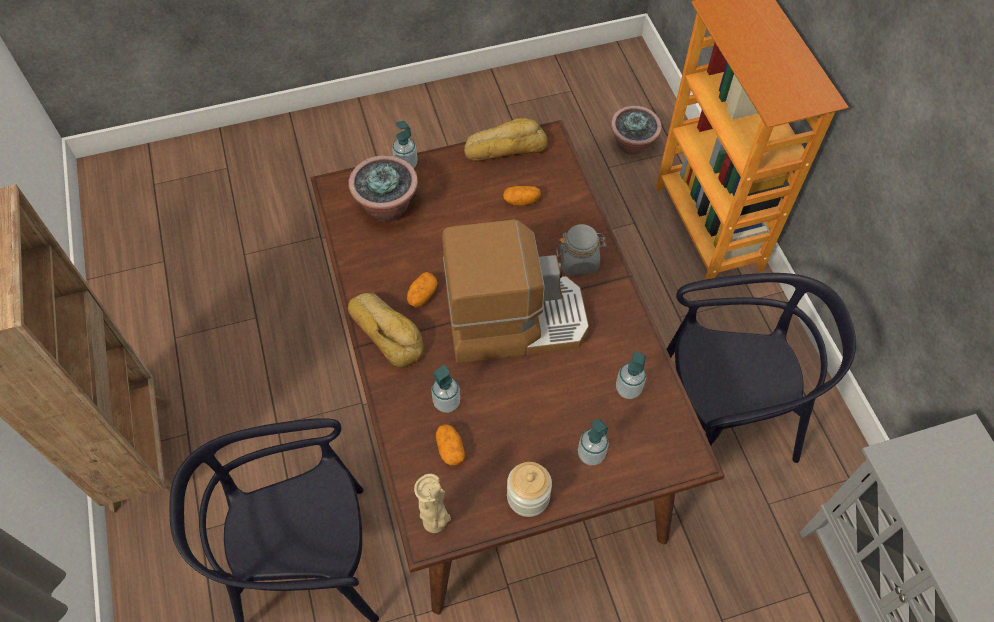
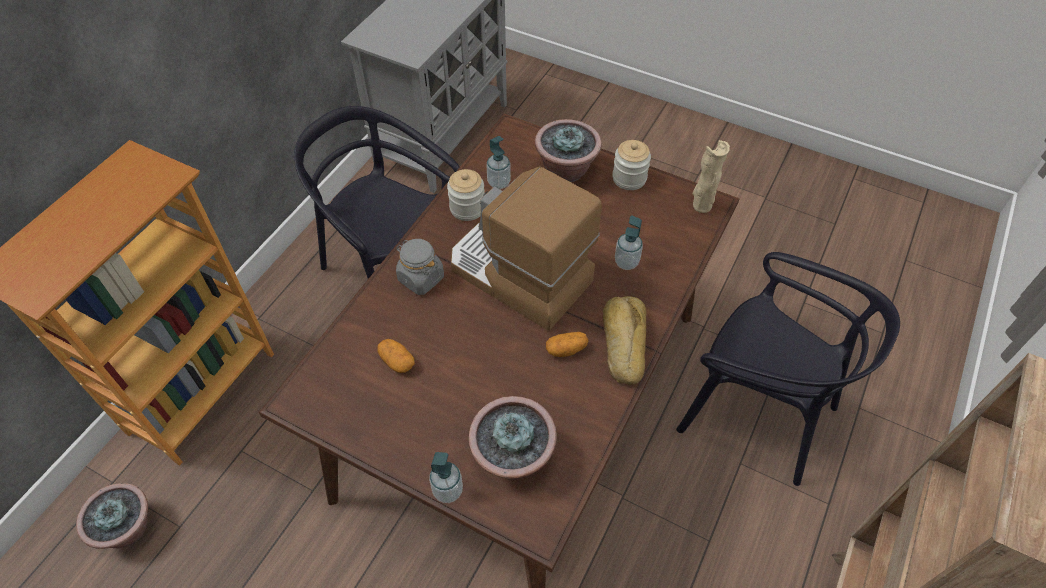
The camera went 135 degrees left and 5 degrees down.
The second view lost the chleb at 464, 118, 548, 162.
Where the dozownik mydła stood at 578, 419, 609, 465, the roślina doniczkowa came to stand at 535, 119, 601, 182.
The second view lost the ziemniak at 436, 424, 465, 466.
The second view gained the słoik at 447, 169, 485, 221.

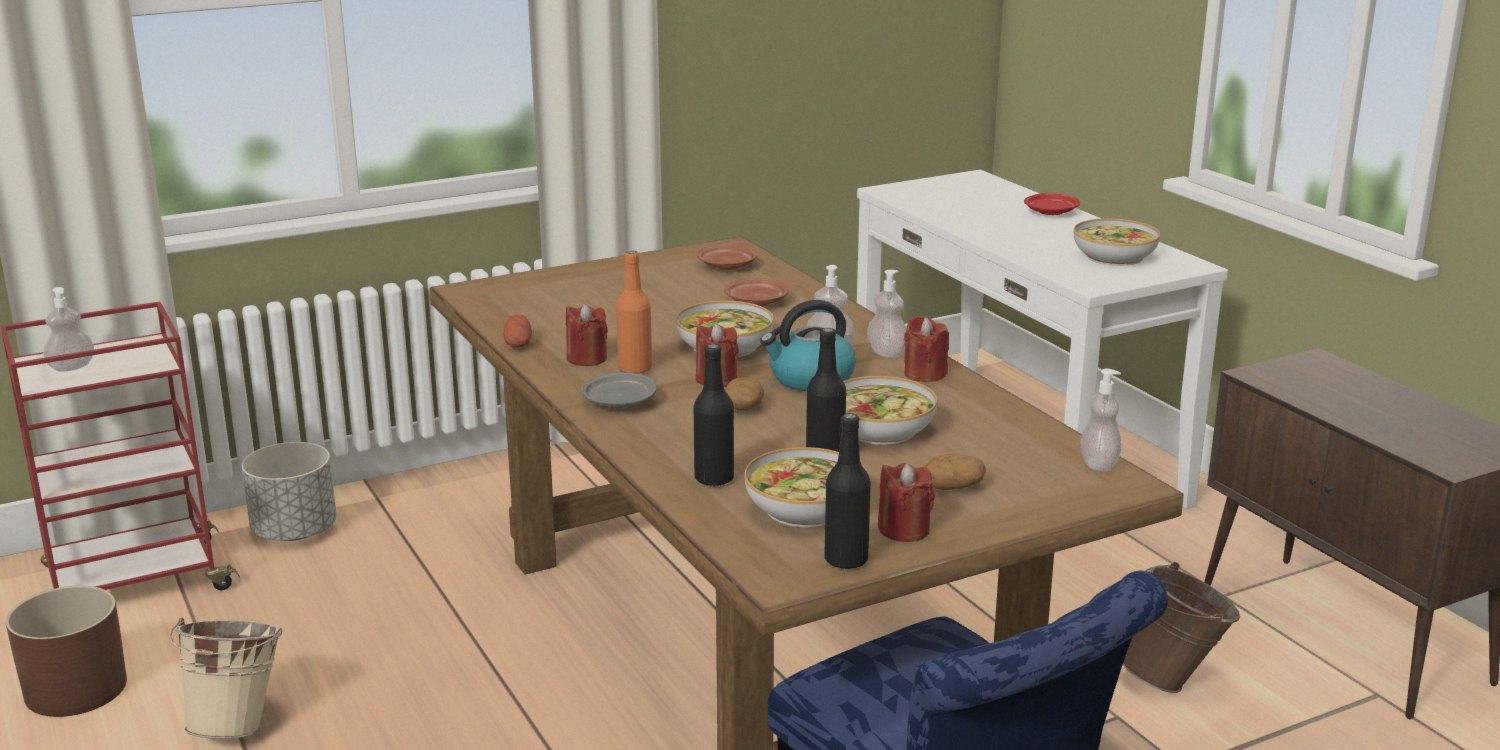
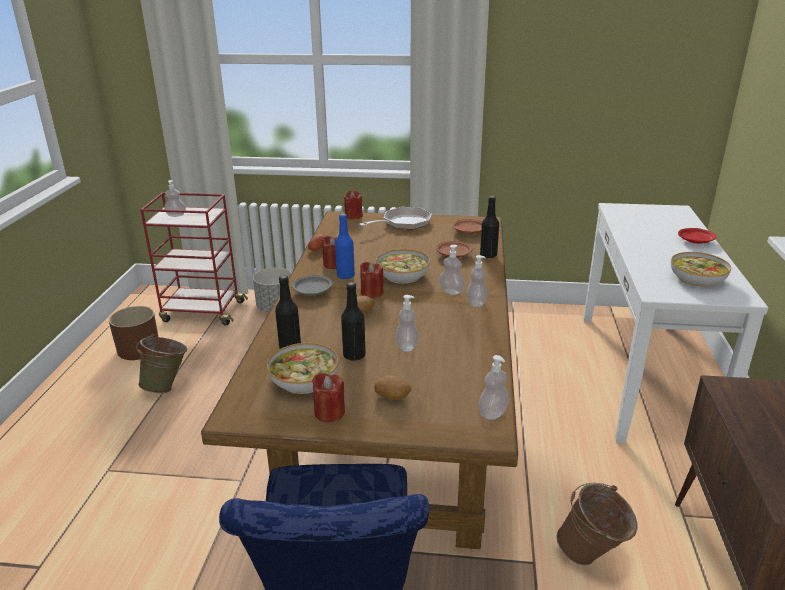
The camera went 35 degrees right and 5 degrees up.
What was the butelka (pomarańczowy) at 616, 251, 652, 374 turned into the butelka (niebieski) at 335, 214, 355, 279.
The second view lost the czajnik at 760, 300, 856, 391.
The świeca (czerwony) ended up elsewhere, having gone from 904, 316, 949, 382 to 344, 190, 363, 219.
Where the miska stood at 843, 376, 937, 445, the dozownik mydła came to stand at 396, 295, 418, 352.
The butelka (czarny) ended up elsewhere, having gone from 824, 413, 871, 569 to 480, 196, 499, 258.
What was the wiadro (beżowy) at 169, 618, 283, 739 turned into the wiadro (zielony) at 136, 334, 187, 393.
The second view gained the patelnia at 359, 207, 432, 230.

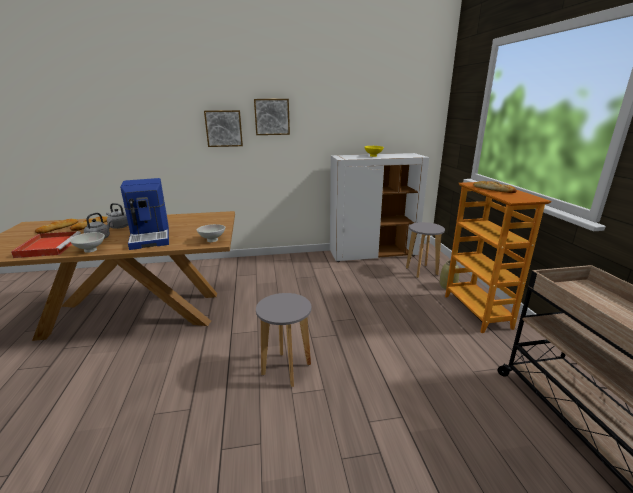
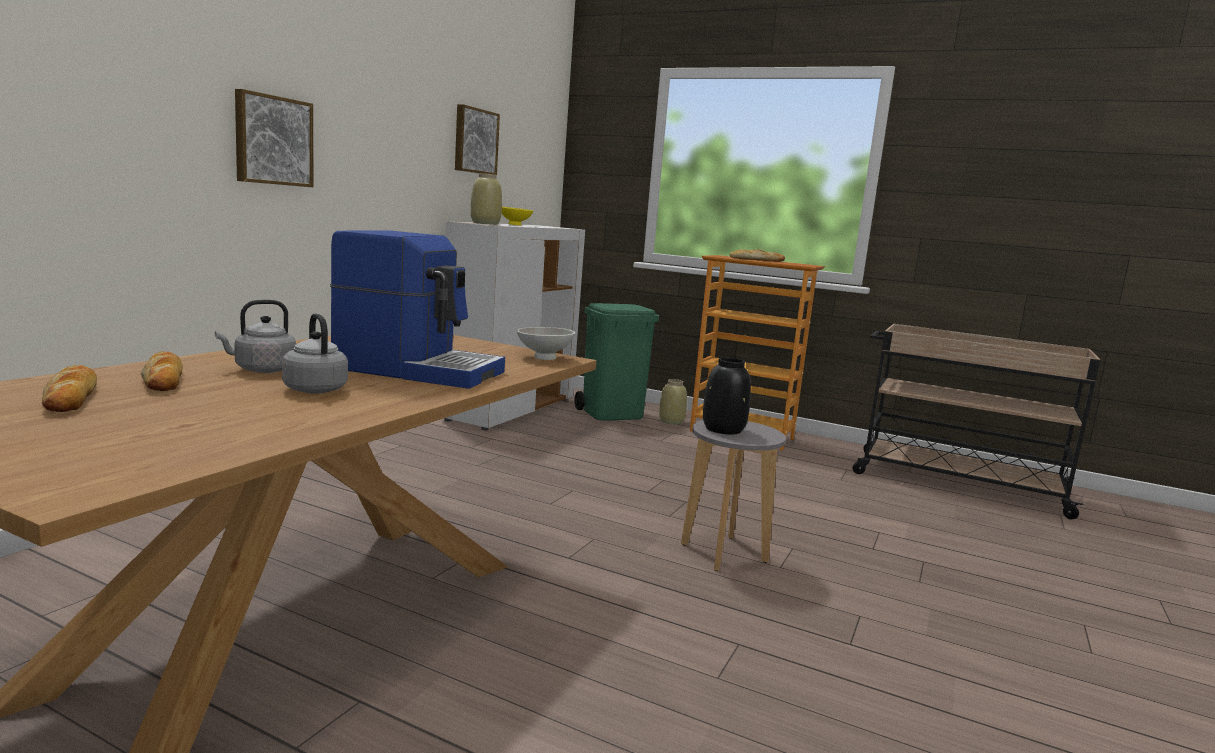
The camera went 55 degrees left and 10 degrees down.
The obraz ended up elsewhere, having gone from 254, 99, 290, 135 to 455, 104, 500, 175.
Where the stołek (szary) stood at 406, 222, 445, 278, the kosz na śmieci (zielony) came to stand at 575, 303, 659, 421.
The second view lost the taca (czerwony) at 11, 231, 81, 258.
The second view lost the miska (biały) at 70, 232, 105, 253.
The second view gained the wazon (beżowy) at 470, 173, 502, 225.
The second view gained the wazon (czarny) at 703, 357, 751, 435.

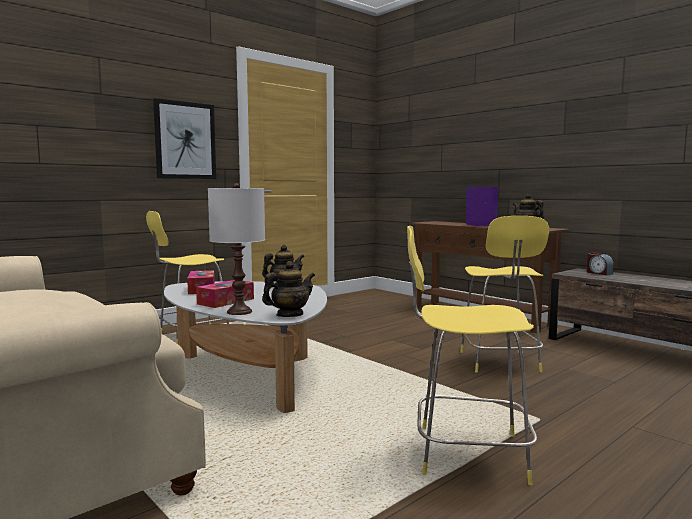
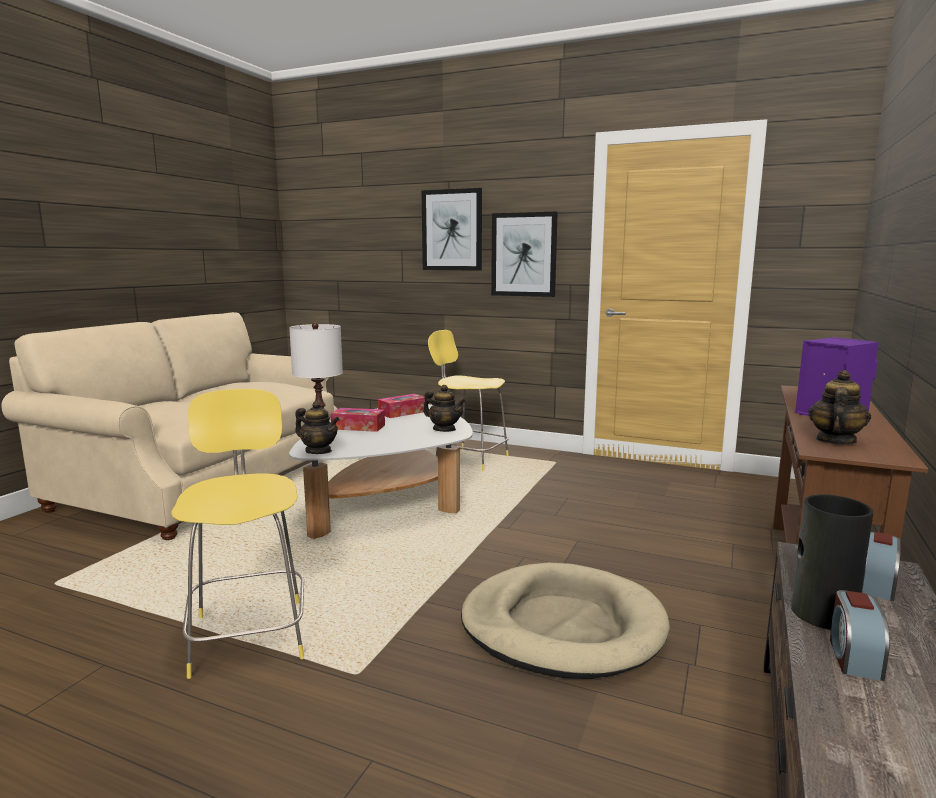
The camera went 65 degrees right and 5 degrees up.
Where the stołek (żółty) stood at 460, 216, 549, 373, the legowisko (beżowy) came to stand at 461, 562, 670, 679.
The second view gained the obraz at 422, 188, 482, 271.
The second view gained the wazon at 791, 494, 873, 630.
The second view gained the budzik at 830, 590, 890, 681.

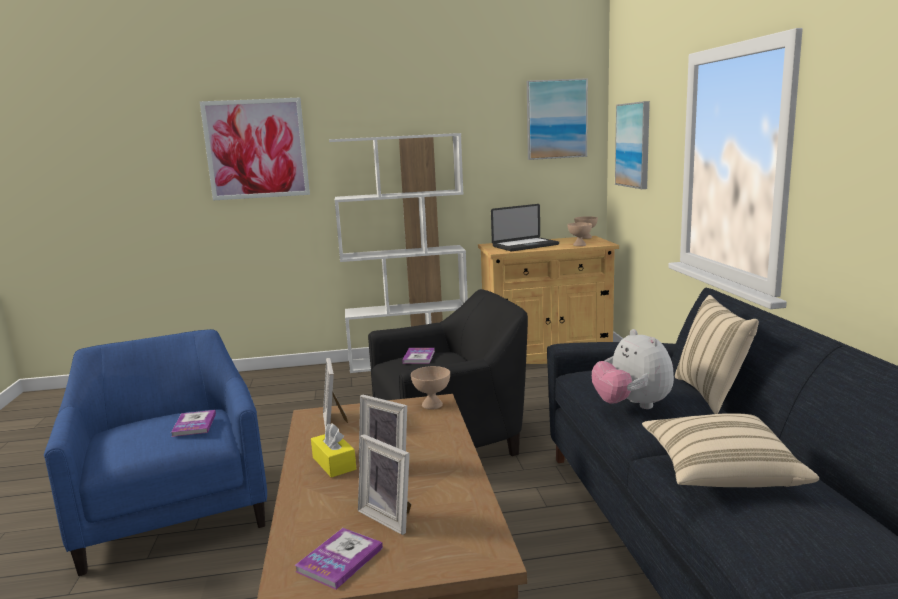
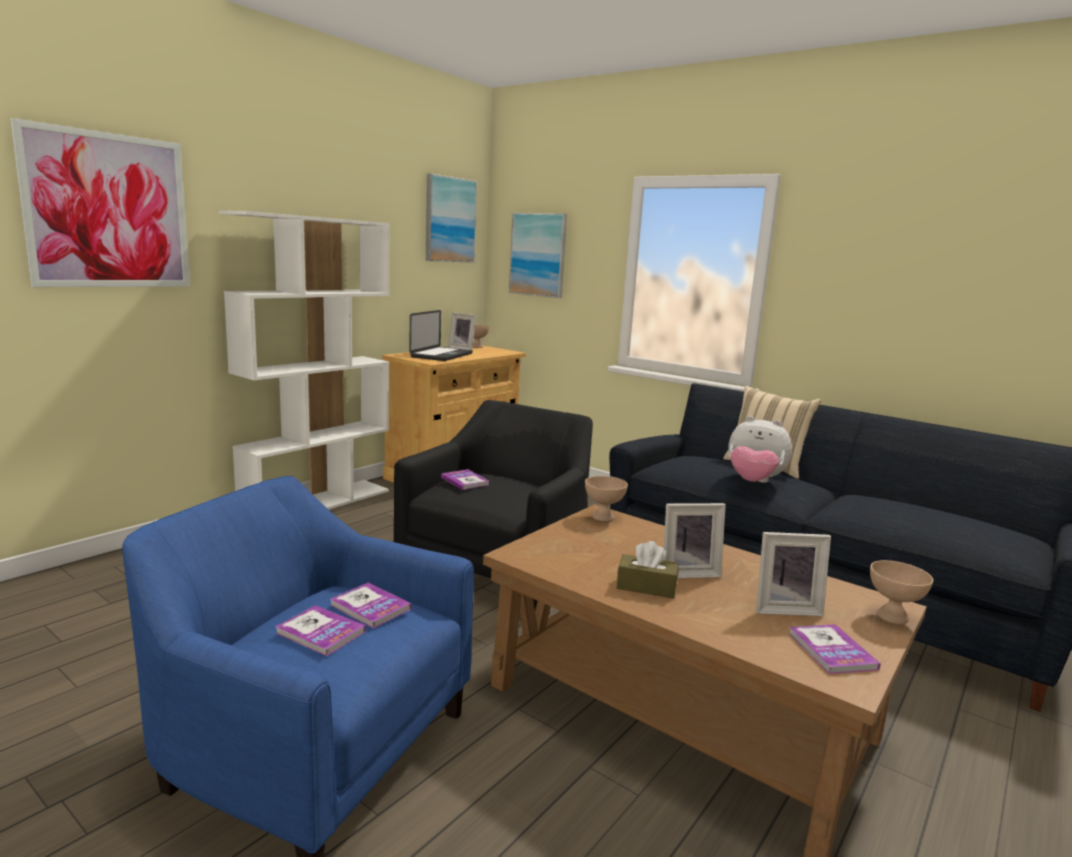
The camera went 45 degrees left and 0 degrees up.
The miska (beżowy) ended up elsewhere, having gone from 567, 222, 592, 246 to 870, 560, 933, 624.
The ramka na zdjęcie ended up elsewhere, having gone from 323, 358, 348, 430 to 448, 312, 476, 350.
The second view lost the poduszka (beżowy) at 642, 413, 819, 487.
What was the pudełko chusteczek (żółty) at 311, 423, 356, 478 turned into the pudełko chusteczek (brązowy) at 617, 541, 679, 598.
The second view gained the książka at 275, 605, 366, 656.

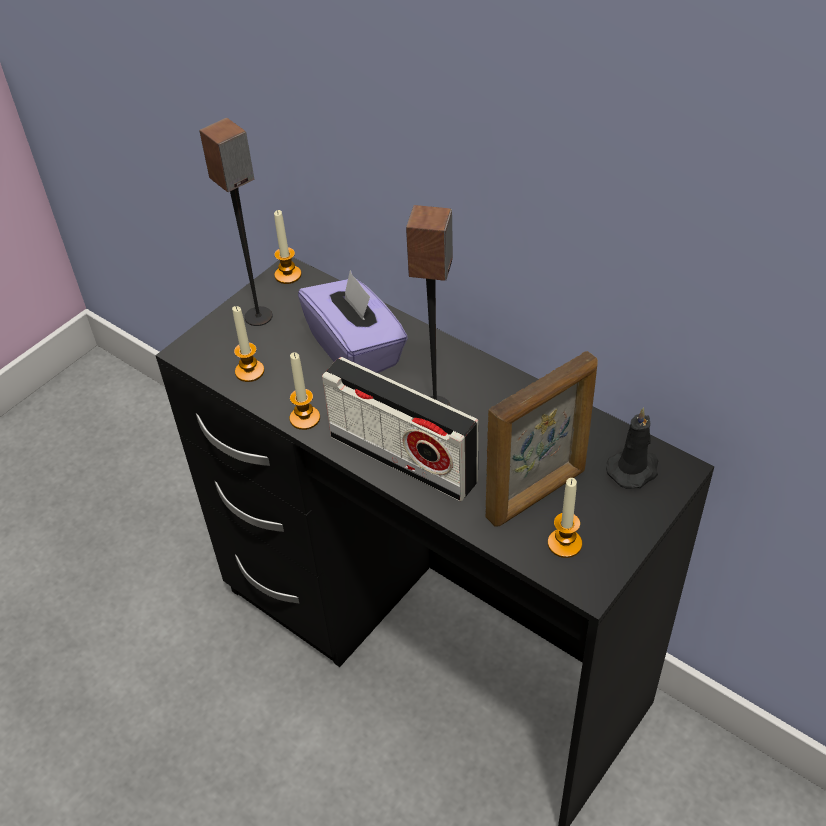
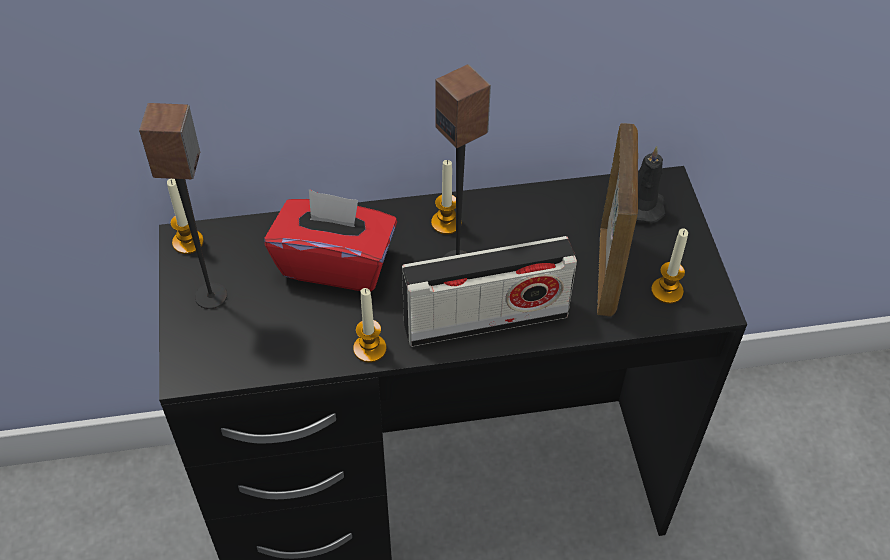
The camera went 50 degrees left and 5 degrees up.
What was the pudełko chusteczek (fioletowy) at 298, 270, 408, 373 turned into the pudełko chusteczek (czerwony) at 264, 189, 397, 292.
The świeca ended up elsewhere, having gone from 232, 306, 264, 382 to 431, 160, 462, 235.

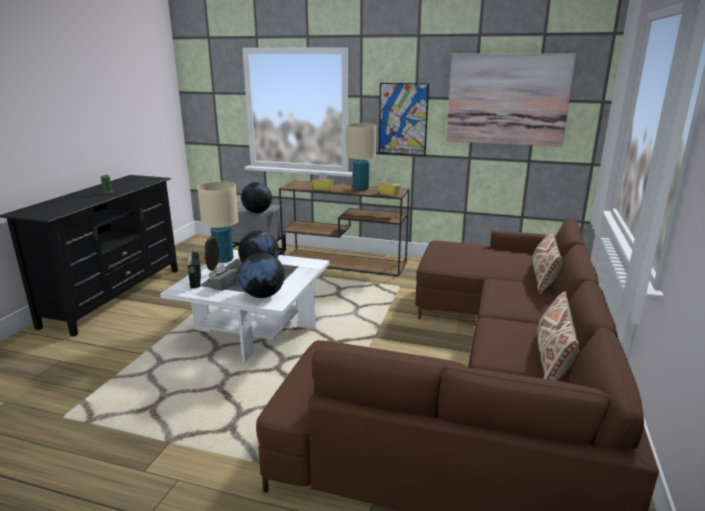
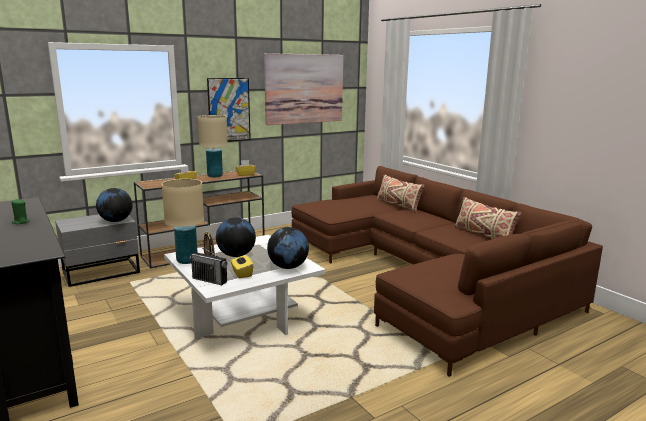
The camera went 50 degrees left and 5 degrees down.
What was the pudełko chusteczek (szary) at 208, 264, 238, 291 turned into the pudełko chusteczek (żółty) at 230, 254, 254, 278.

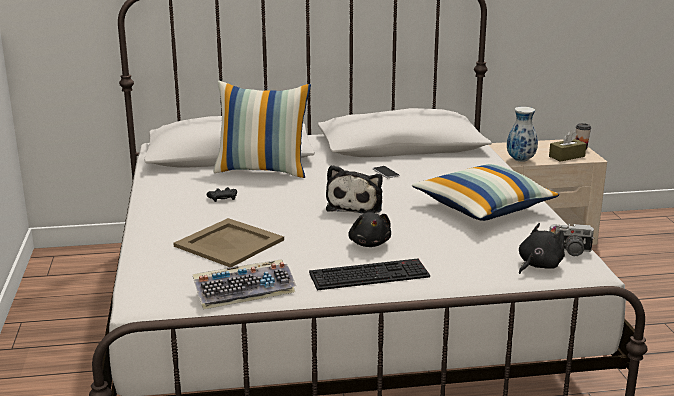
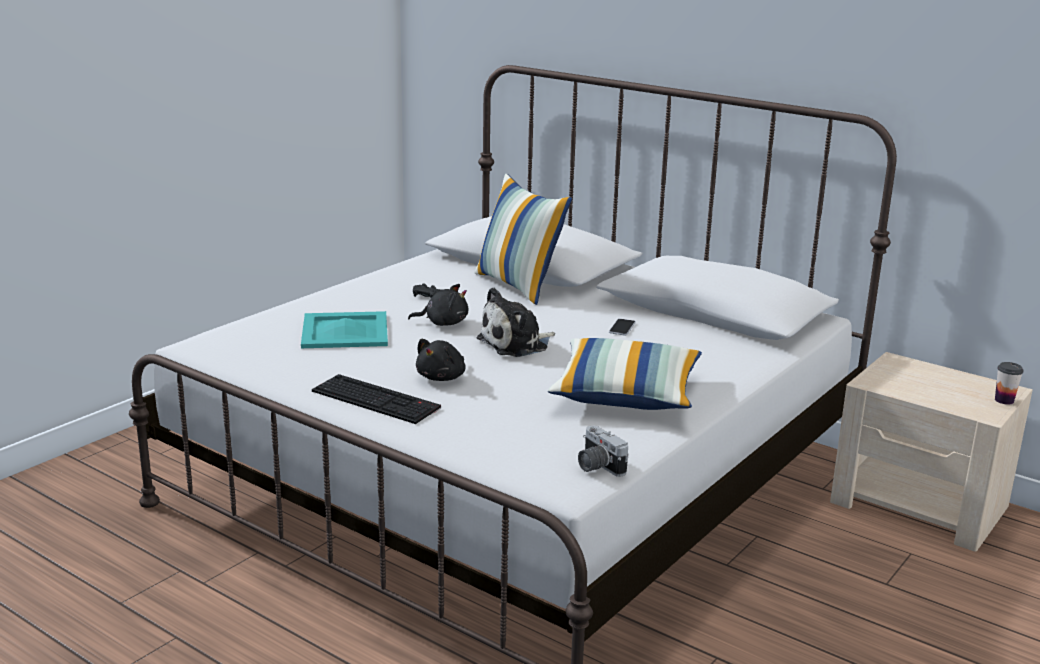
The camera went 45 degrees right and 0 degrees up.
The second view lost the wazon at 507, 107, 538, 162.
The second view lost the pudełko chusteczek (brązowy) at 549, 130, 586, 162.
What was the taca (beżowy) at 174, 218, 284, 267 turned into the taca (turkusowy) at 301, 311, 388, 348.
The pluszak (czarny) ended up elsewhere, having gone from 519, 223, 565, 274 to 408, 284, 468, 326.
The second view lost the klawiatura at 192, 259, 296, 309.

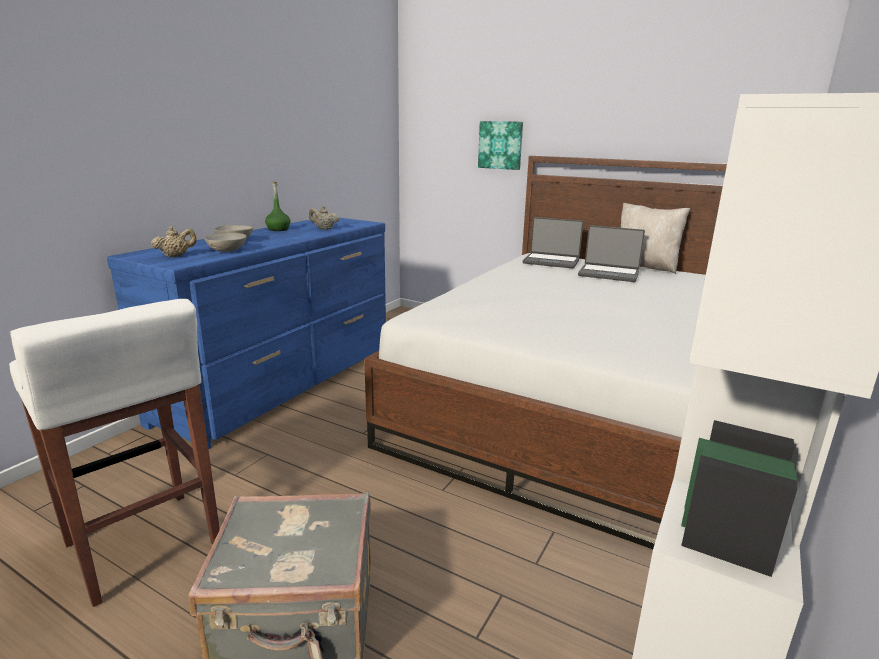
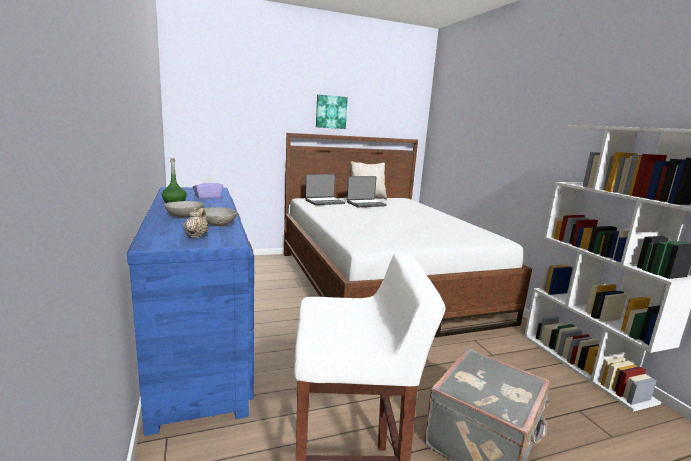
The camera went 50 degrees left and 5 degrees down.
The obraz ended up elsewhere, having gone from 478, 121, 523, 170 to 316, 95, 348, 129.
Where the imbryk (beżowy) stood at 309, 206, 339, 230, the pudełko chusteczek (fioletowy) came to stand at 193, 177, 223, 199.

